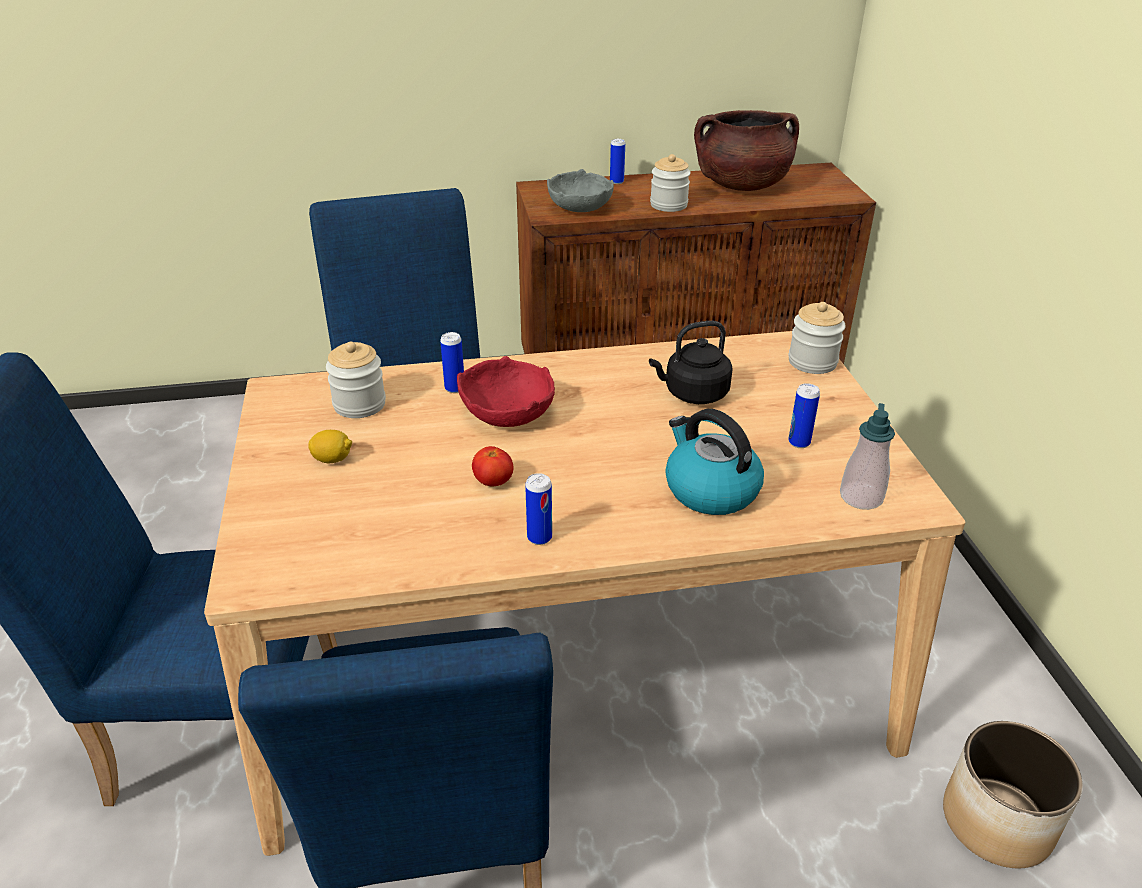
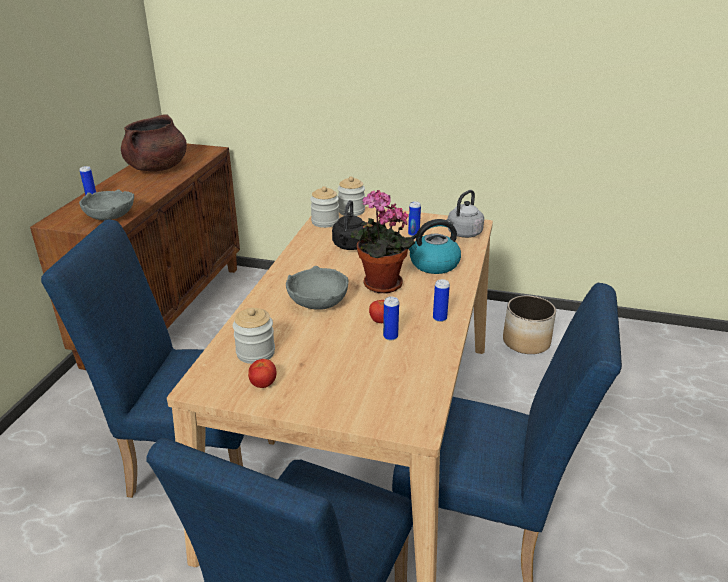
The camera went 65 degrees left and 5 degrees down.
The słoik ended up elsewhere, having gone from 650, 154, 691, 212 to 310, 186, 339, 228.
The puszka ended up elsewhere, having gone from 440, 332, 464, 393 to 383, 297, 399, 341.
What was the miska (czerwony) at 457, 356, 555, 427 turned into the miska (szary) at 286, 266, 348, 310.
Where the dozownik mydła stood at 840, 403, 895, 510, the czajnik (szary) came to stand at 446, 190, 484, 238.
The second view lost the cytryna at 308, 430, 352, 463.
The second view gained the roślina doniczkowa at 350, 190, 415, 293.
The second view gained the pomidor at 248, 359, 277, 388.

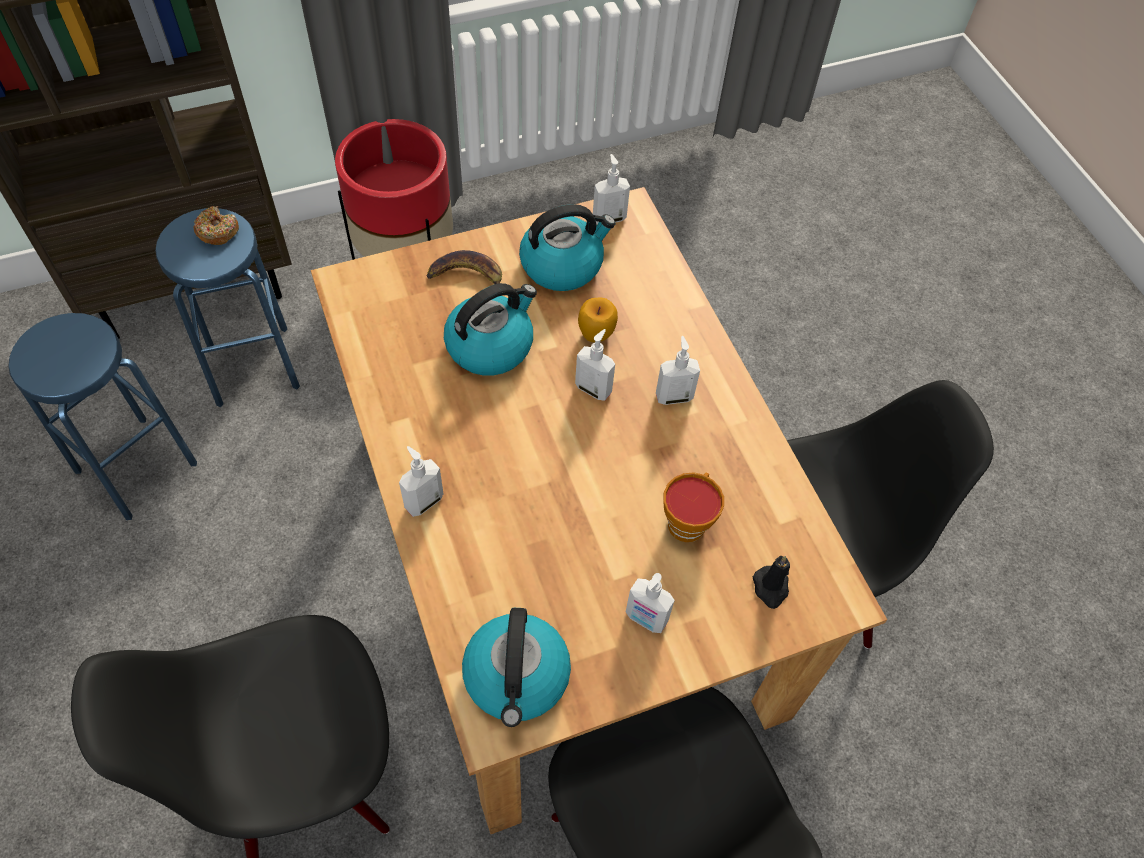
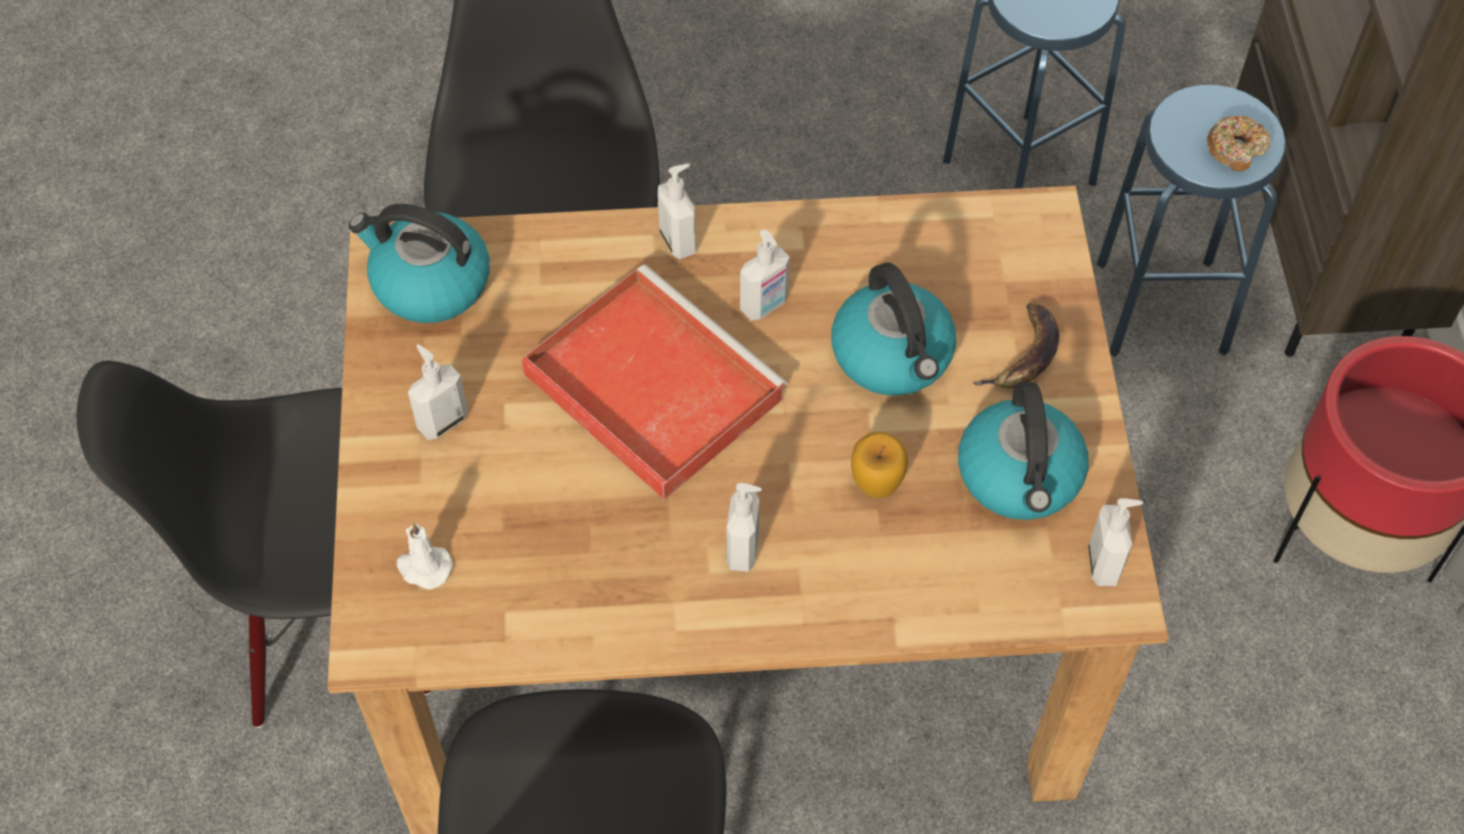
The camera went 110 degrees right and 0 degrees up.
The dozownik mydła ended up elsewhere, having gone from 575, 329, 615, 401 to 740, 230, 790, 321.
The second view lost the filiżanka at 664, 472, 724, 542.
What was the świeca (czarny) at 753, 556, 790, 609 turned into the świeca (biały) at 396, 523, 453, 589.
The second view gained the taca (czerwony) at 521, 264, 787, 500.

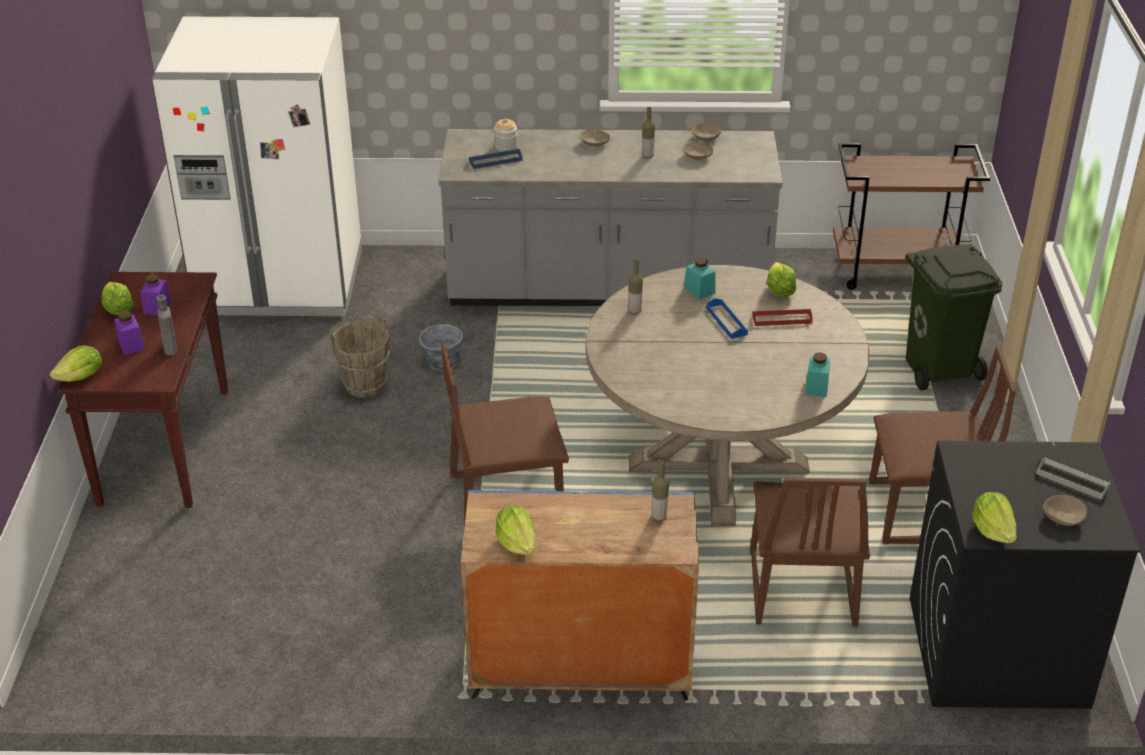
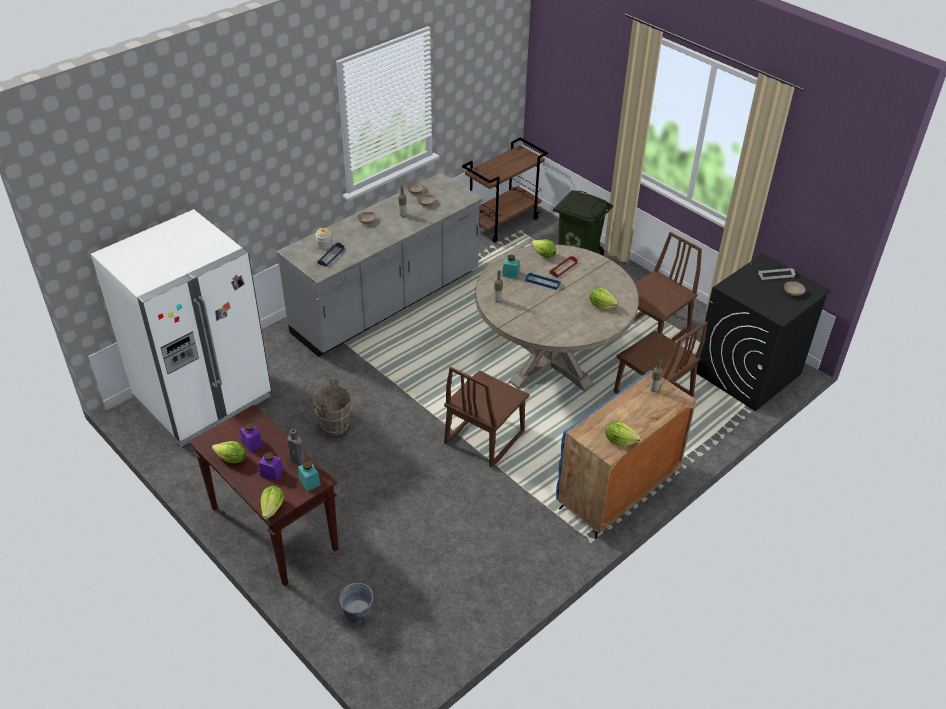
The camera went 45 degrees left and 5 degrees up.
The wiadro (szary) ended up elsewhere, having gone from 419, 316, 463, 371 to 339, 583, 373, 623.
The słoik (turkusowy) ended up elsewhere, having gone from 805, 352, 830, 397 to 298, 461, 321, 491.
The sałata ended up elsewhere, having gone from 972, 492, 1016, 543 to 589, 287, 619, 309.

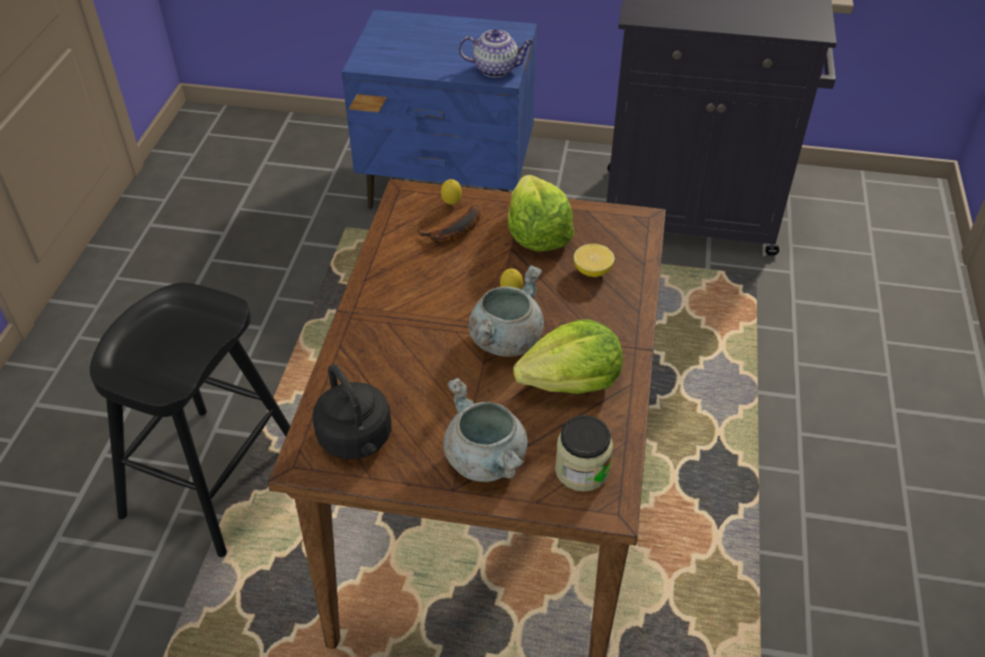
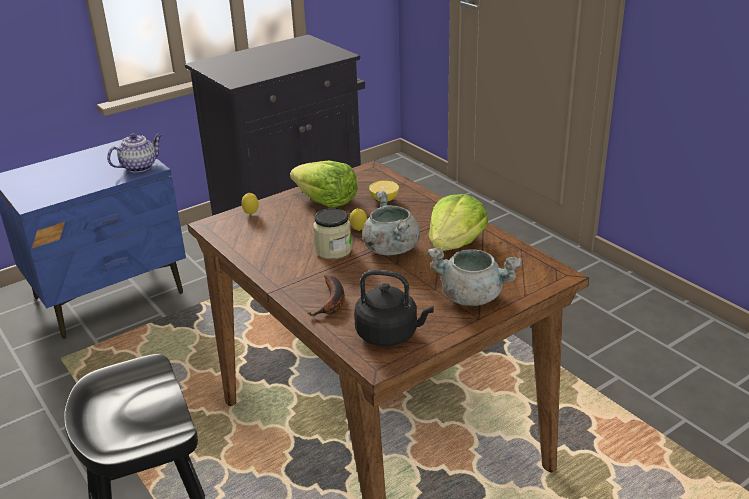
The camera went 45 degrees left and 15 degrees down.
The banan ended up elsewhere, having gone from 417, 205, 481, 243 to 308, 275, 345, 316.
The słoik ended up elsewhere, having gone from 555, 415, 613, 492 to 313, 208, 352, 259.

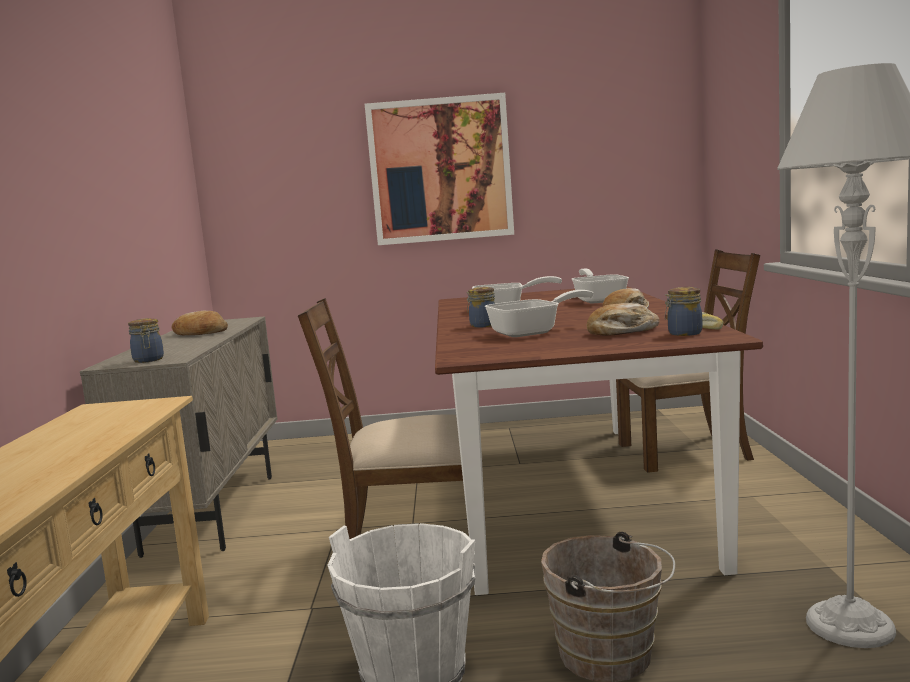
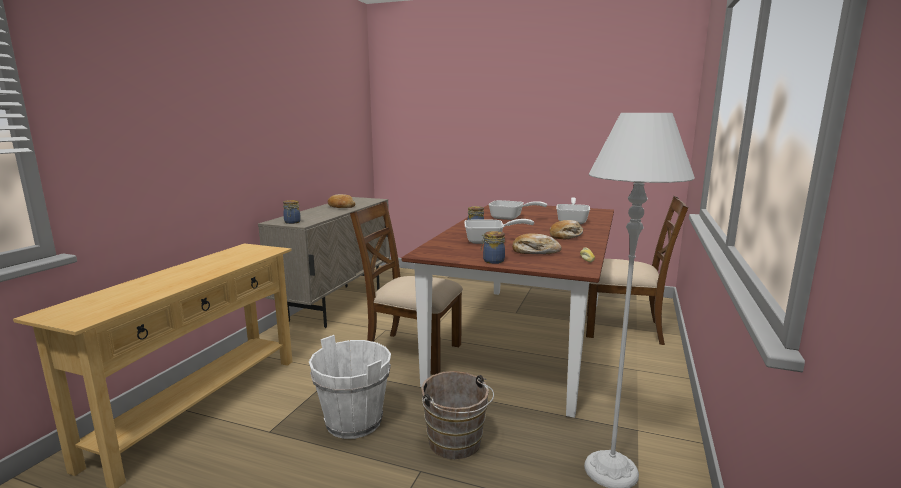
The camera went 20 degrees right and 5 degrees up.
The second view lost the obraz at 365, 93, 514, 245.
The słoik ended up elsewhere, having gone from 665, 287, 702, 336 to 481, 231, 505, 264.

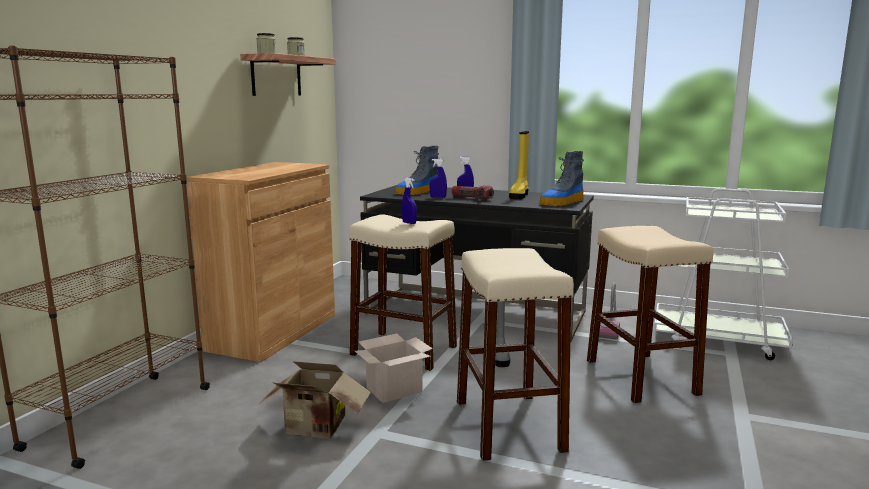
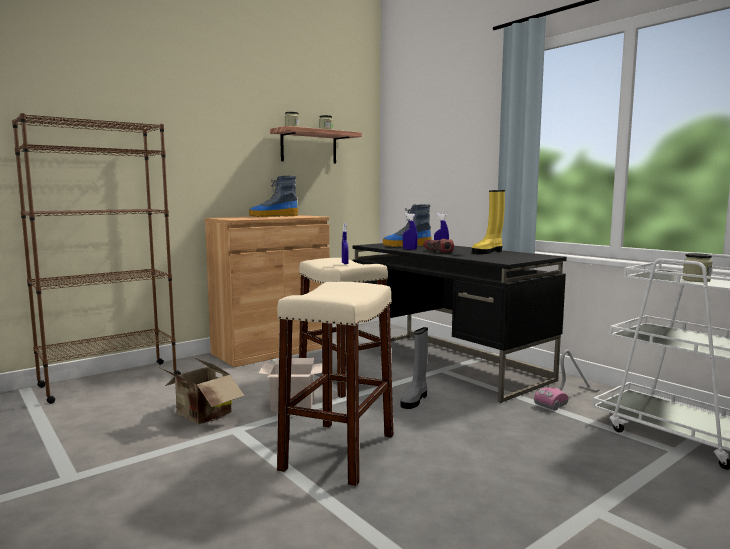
The camera went 30 degrees right and 5 degrees down.
The but z cholewką ended up elsewhere, having gone from 540, 151, 584, 206 to 249, 176, 298, 217.
The second view lost the stołek (beżowy) at 587, 226, 713, 403.
The second view gained the słoik at 682, 253, 712, 282.

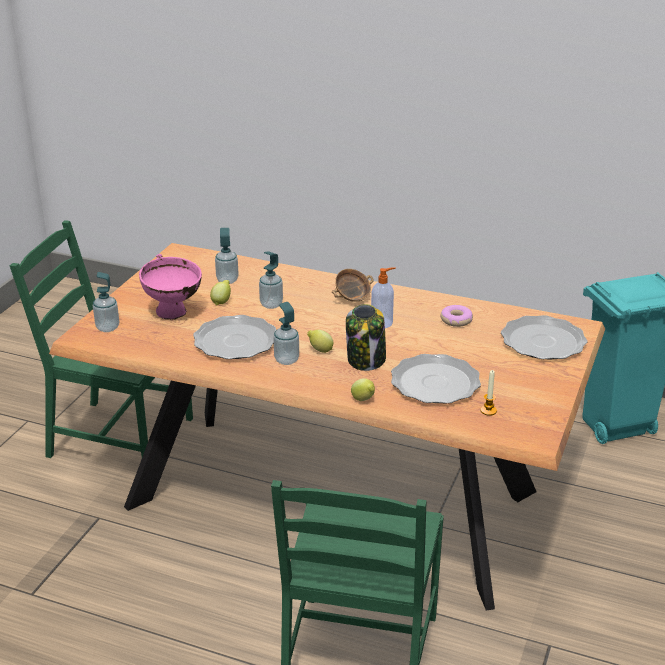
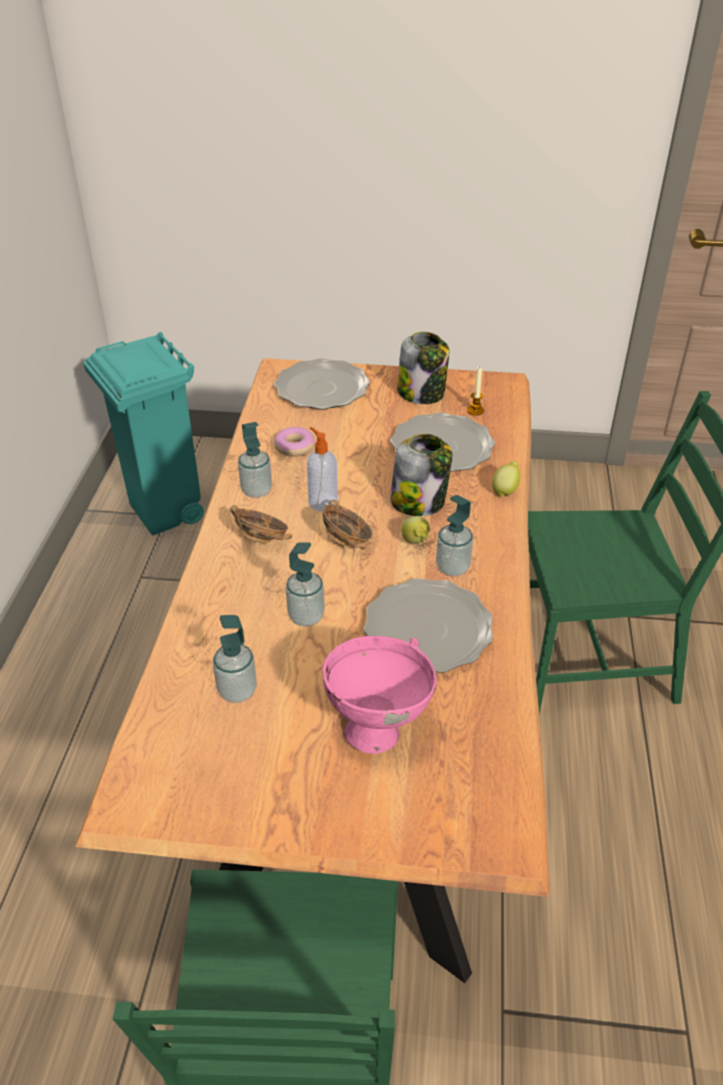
The camera went 105 degrees left and 10 degrees up.
The dozownik mydła ended up elsewhere, having gone from 93, 272, 119, 332 to 238, 422, 272, 498.
The second view lost the cytryna at 210, 280, 231, 305.
The second view gained the słoik at 397, 332, 449, 404.
The second view gained the miska at 323, 500, 373, 549.

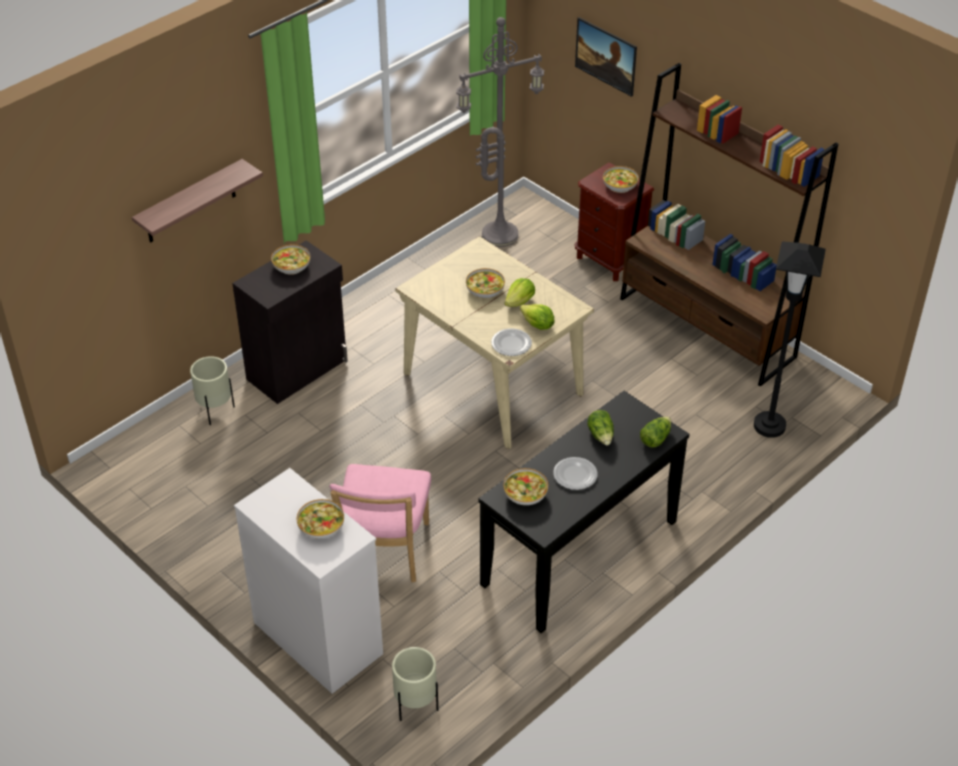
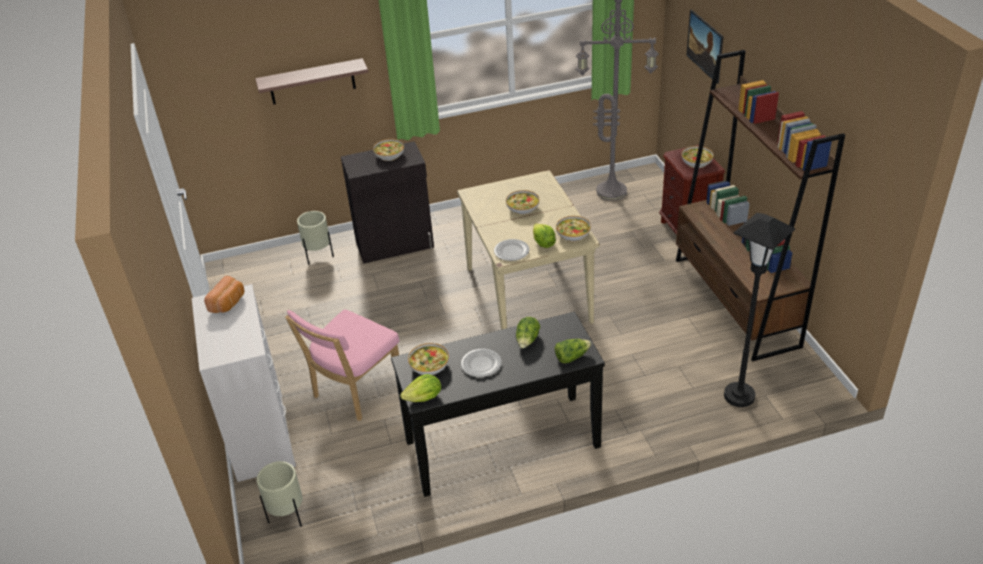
The camera went 30 degrees right and 5 degrees down.
The sałata ended up elsewhere, having gone from 504, 278, 535, 307 to 400, 374, 441, 402.
The miska ended up elsewhere, having gone from 297, 499, 344, 539 to 556, 216, 591, 242.
The second view gained the chleb at 204, 276, 244, 313.

